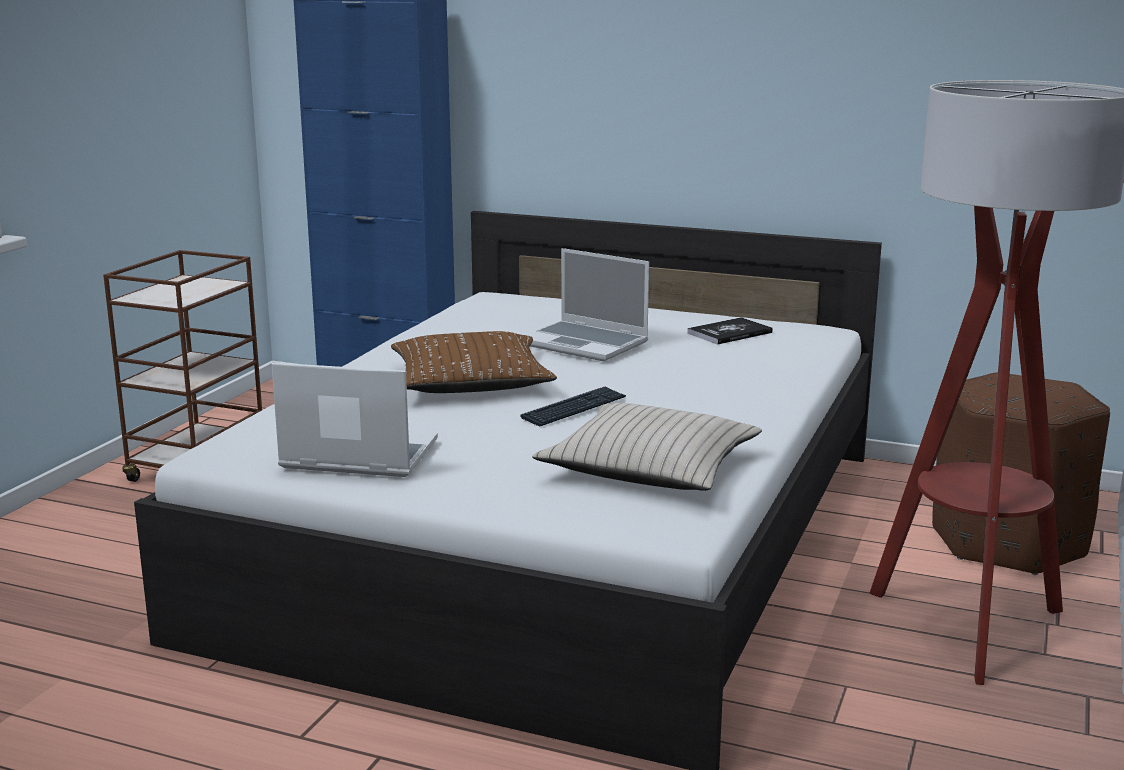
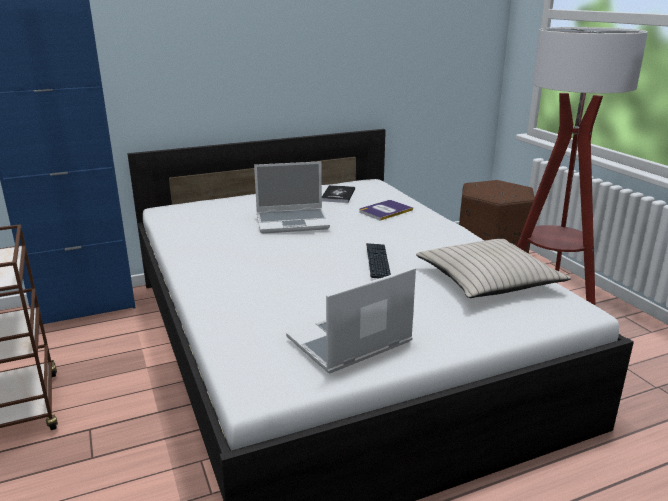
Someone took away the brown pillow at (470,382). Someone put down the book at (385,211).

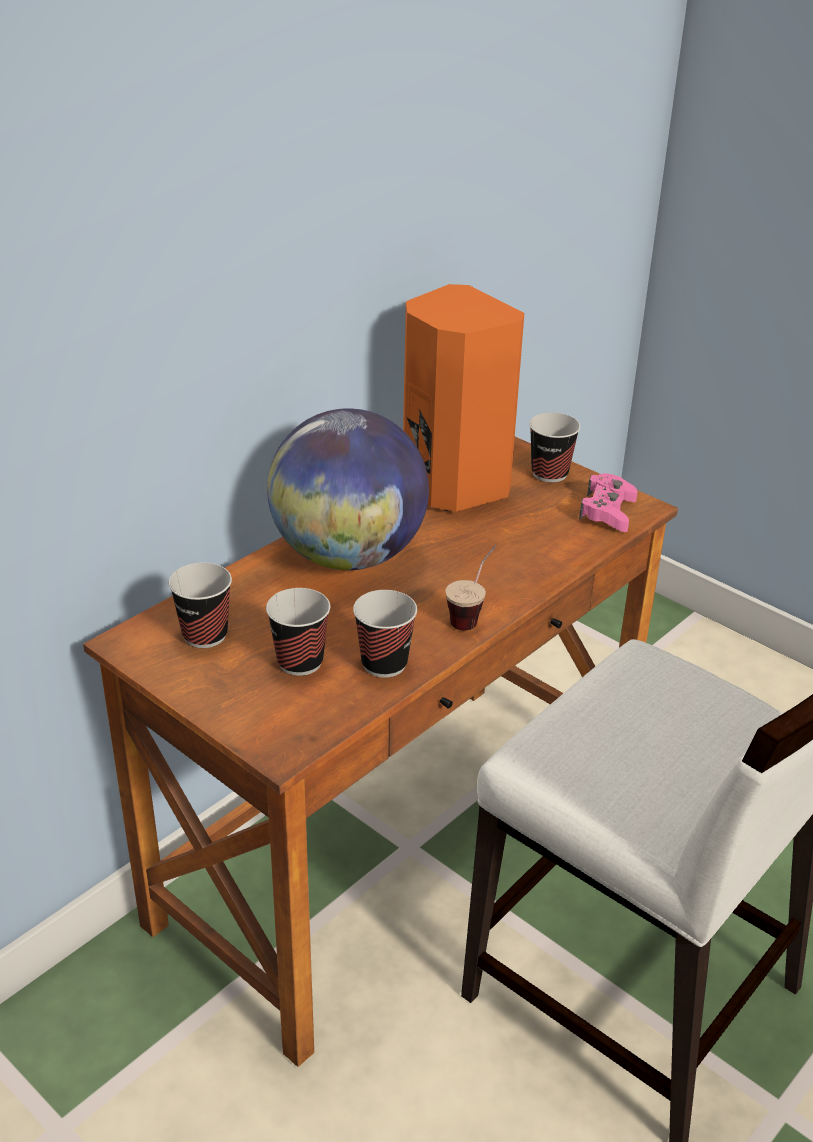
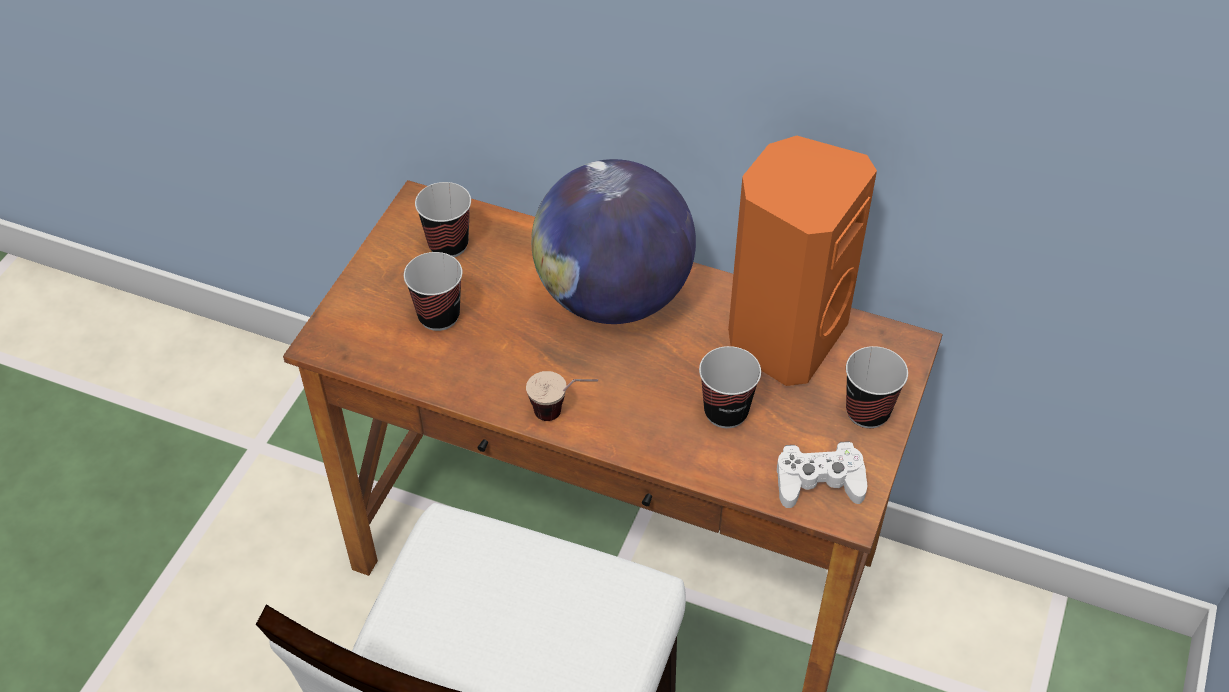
Someone carried the cup from (384,664) to (726,412). Someone repainted the pink game controller at (607,511), which became the white game controller at (818,481).

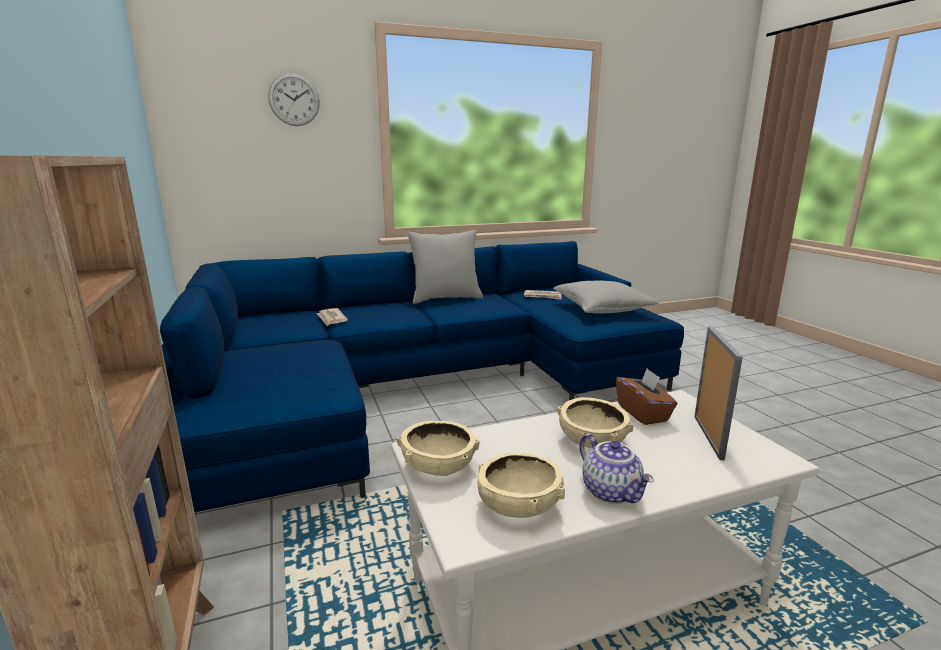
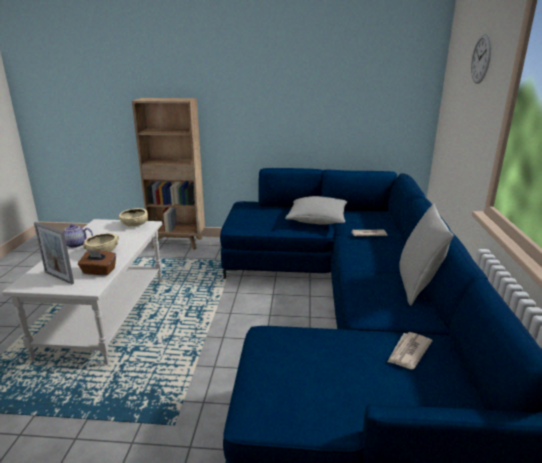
Someone took away the beige bowl at (519,506). Someone carried the grey pillow from (602,309) to (317,220).

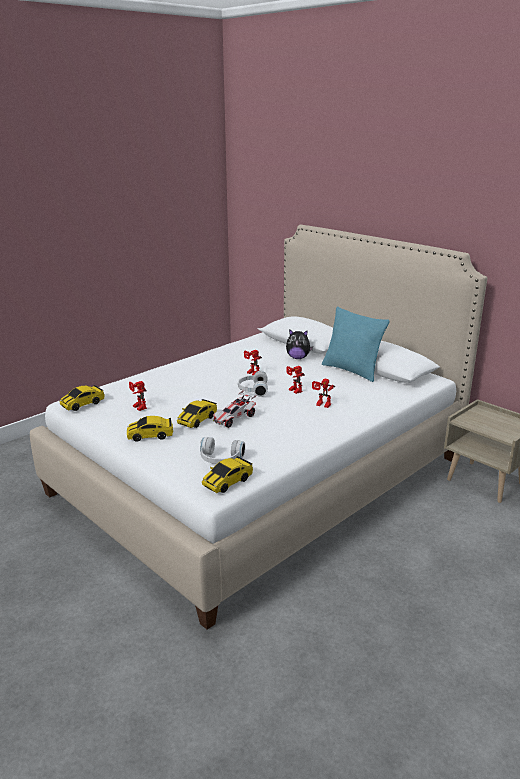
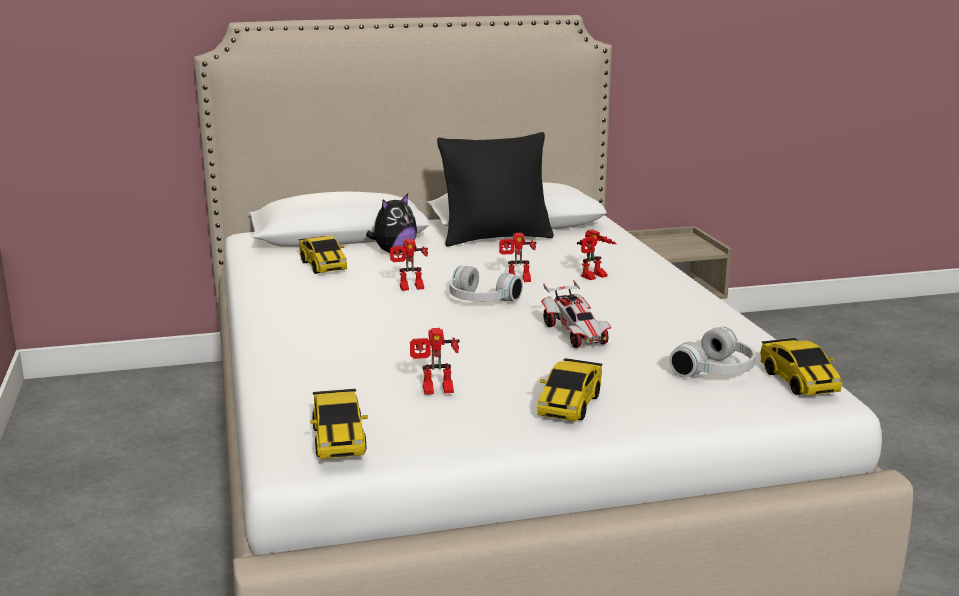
Someone carried the toy car from (197,420) to (323,265). Someone repainted the turquoise pillow at (352,371), which became the black pillow at (496,238).

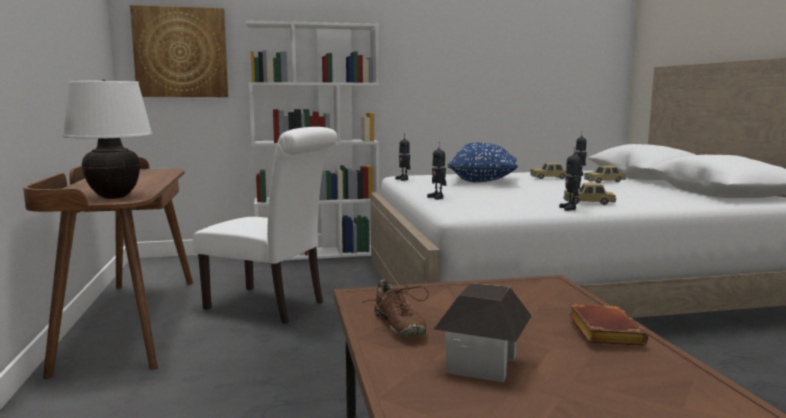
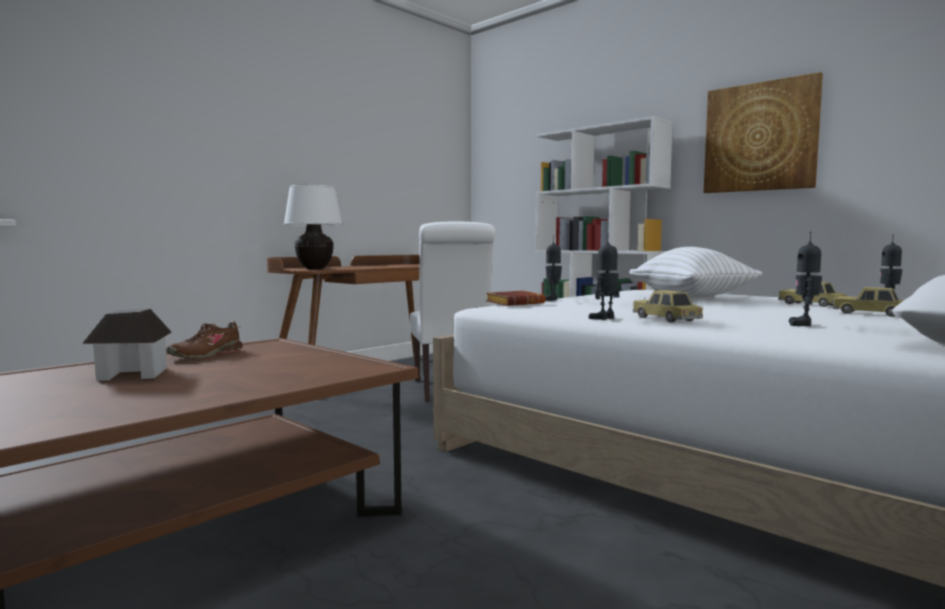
Someone carried the picture from (181,52) to (760,137). Someone carried the toy robot from (403,179) to (803,324). Someone repainted the blue pillow at (482,181), which became the white pillow at (692,298). Someone carried the brown book from (601,331) to (515,303).

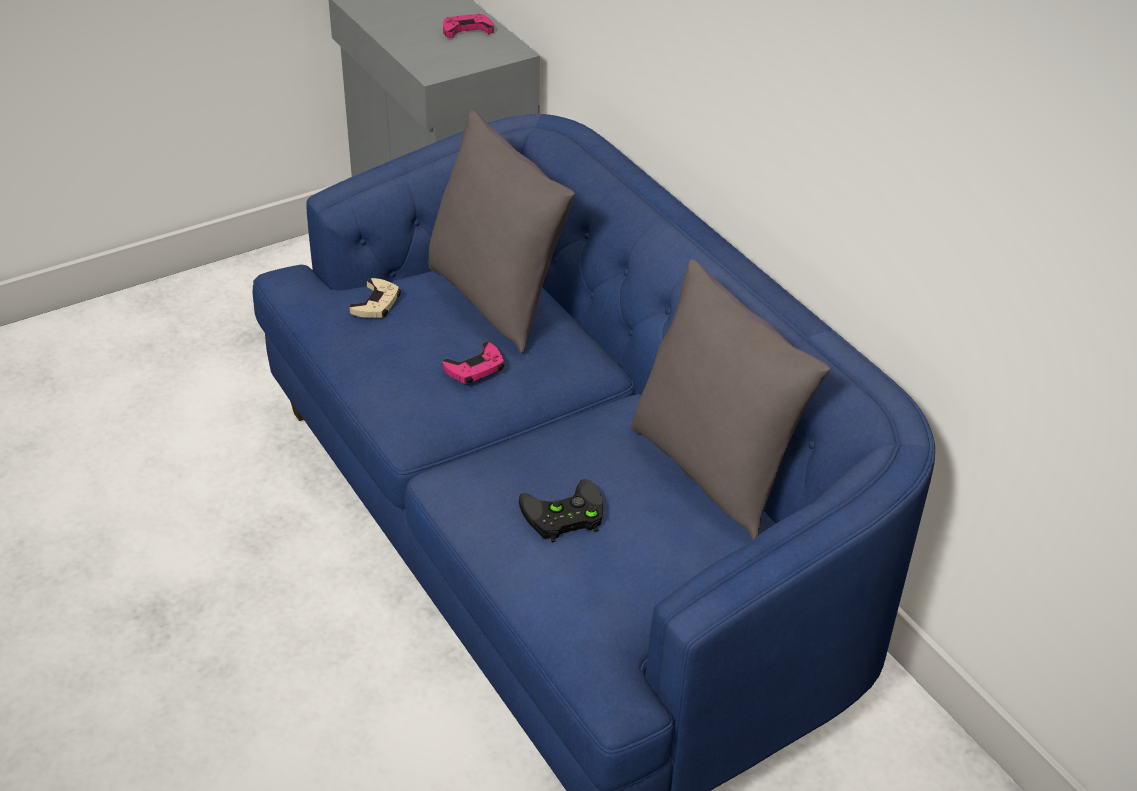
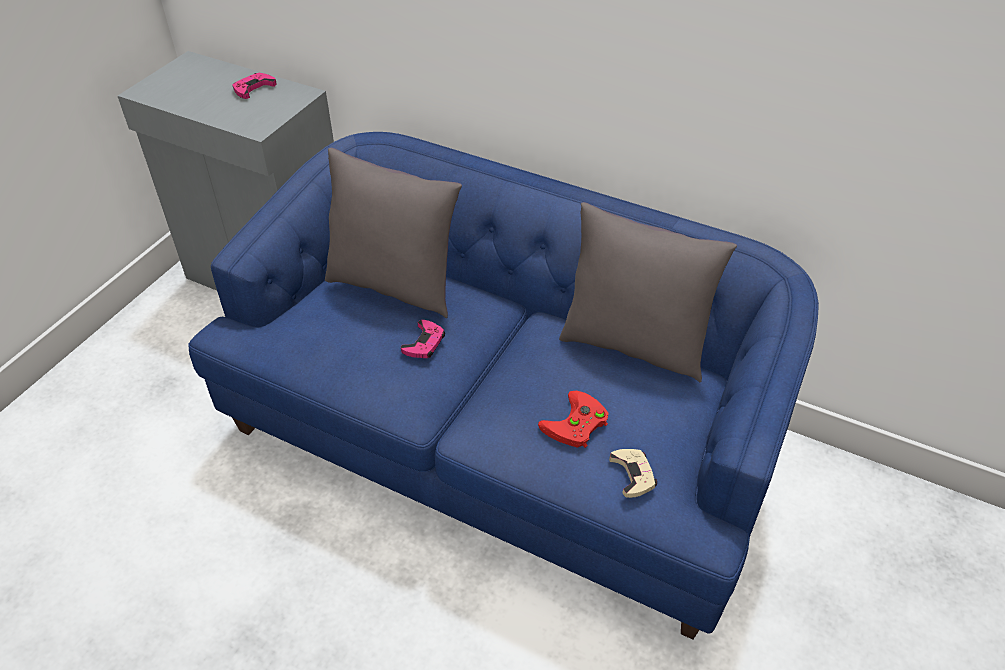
Someone carried the beige game controller from (376,303) to (633,474). Someone repainted the black game controller at (562,516), which became the red game controller at (576,425).

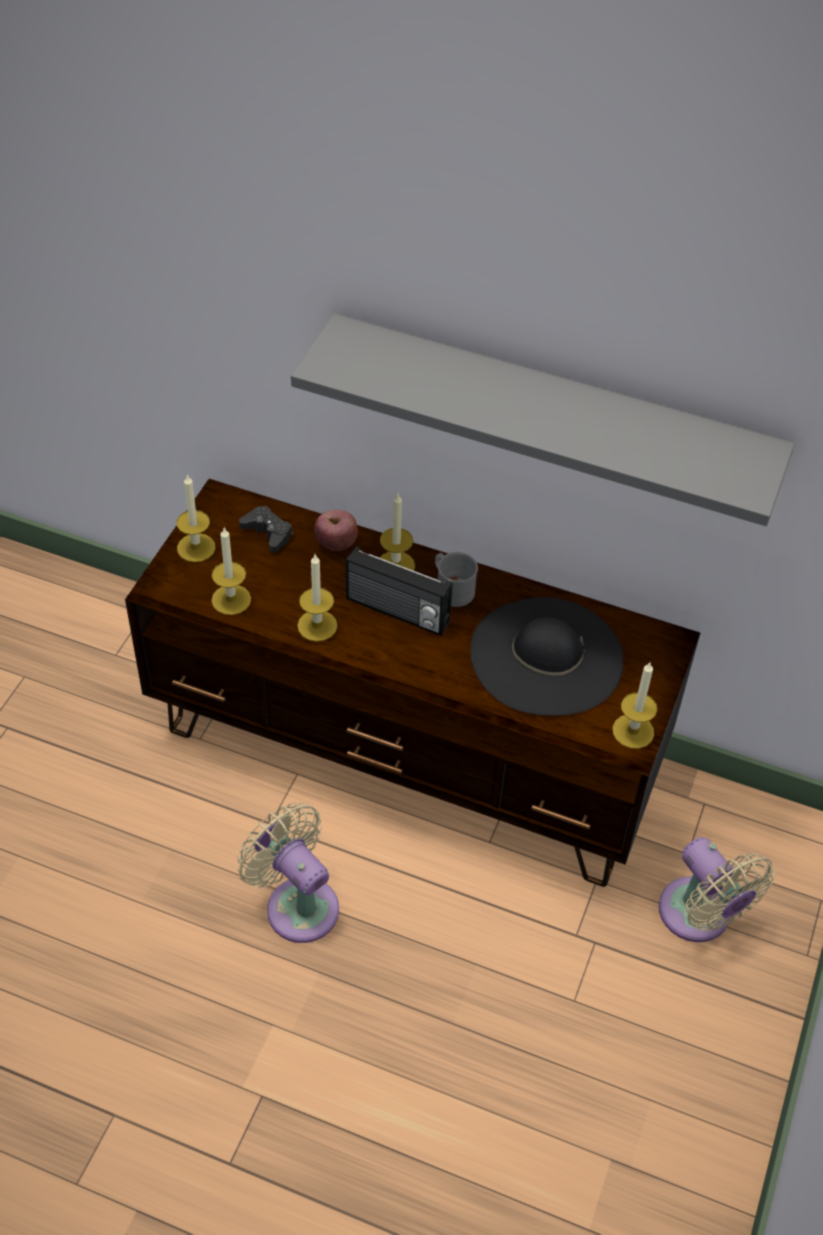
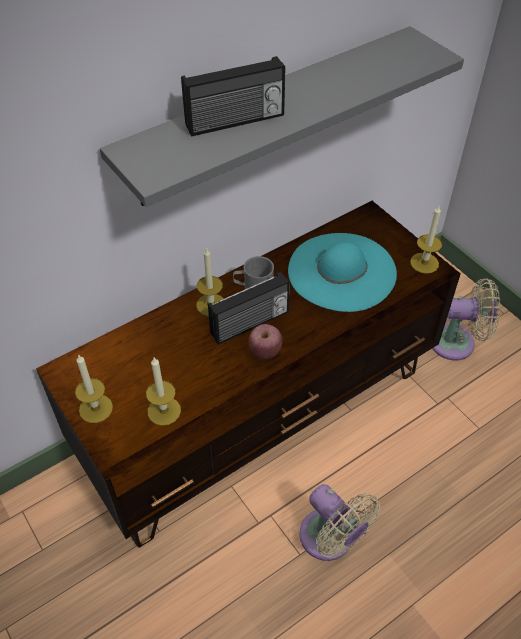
Someone rotated the beige fan at (297,904) by 120 degrees counterclockwise. Someone took away the black game controller at (268,533). Someone took away the candle at (317,625). Someone carried the apple from (336,543) to (265,351). Someone repainted the black hat at (546,656), which became the turquoise hat at (342,271). Someone put down the radio at (235,121).

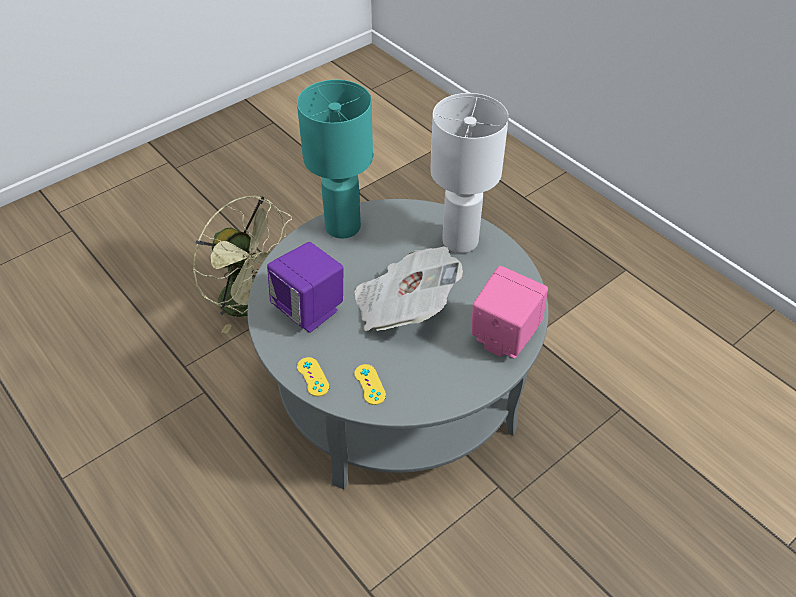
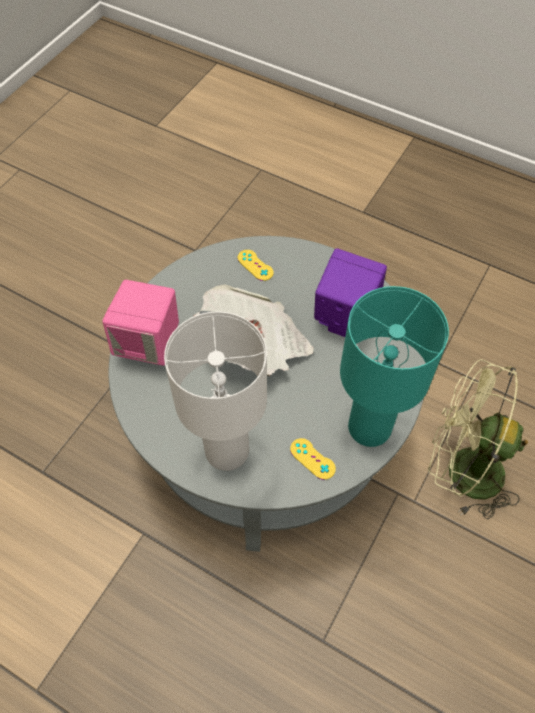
Someone carried the yellow game controller from (313,377) to (312,459).

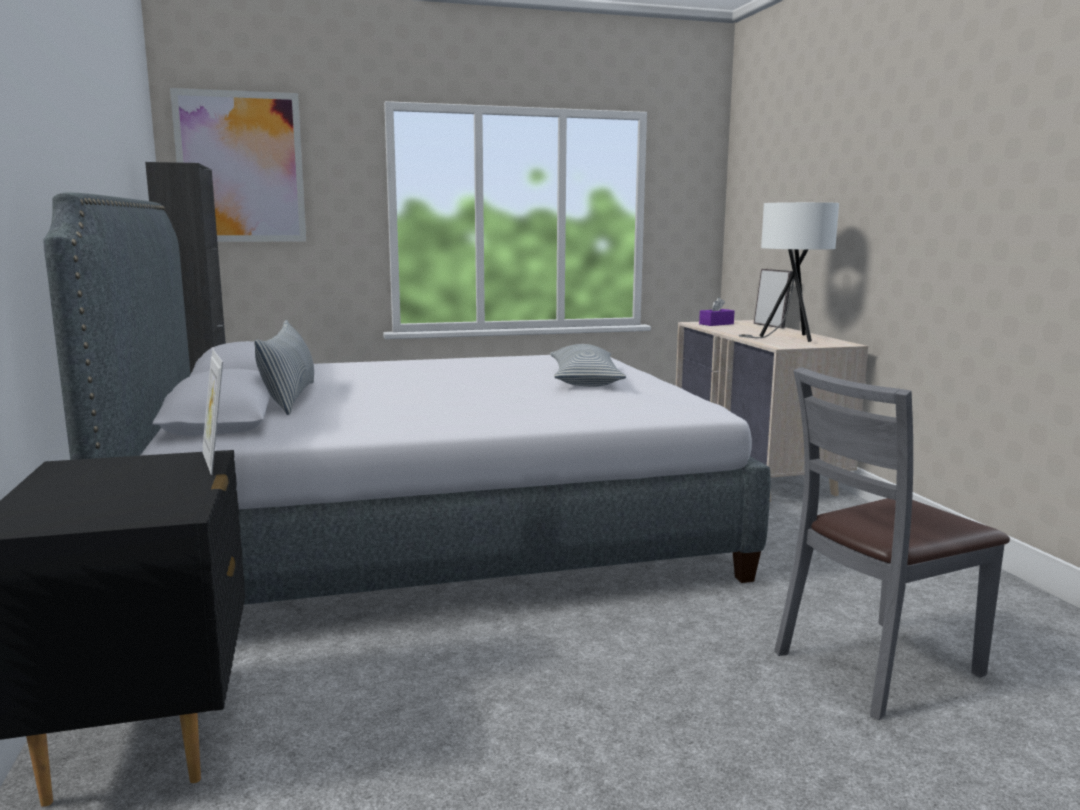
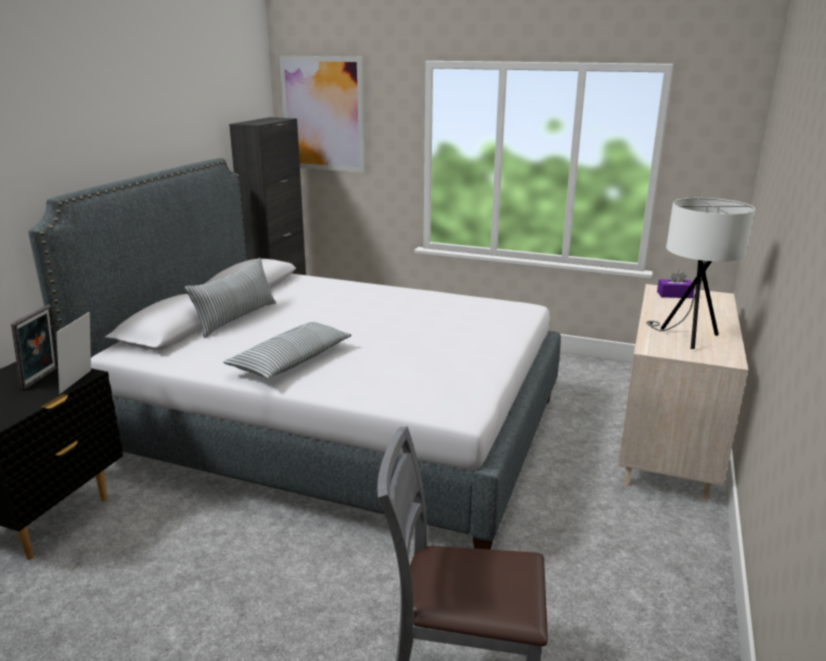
Someone carried the pillow from (584,380) to (291,361). Someone carried the picture frame from (770,326) to (43,378).

